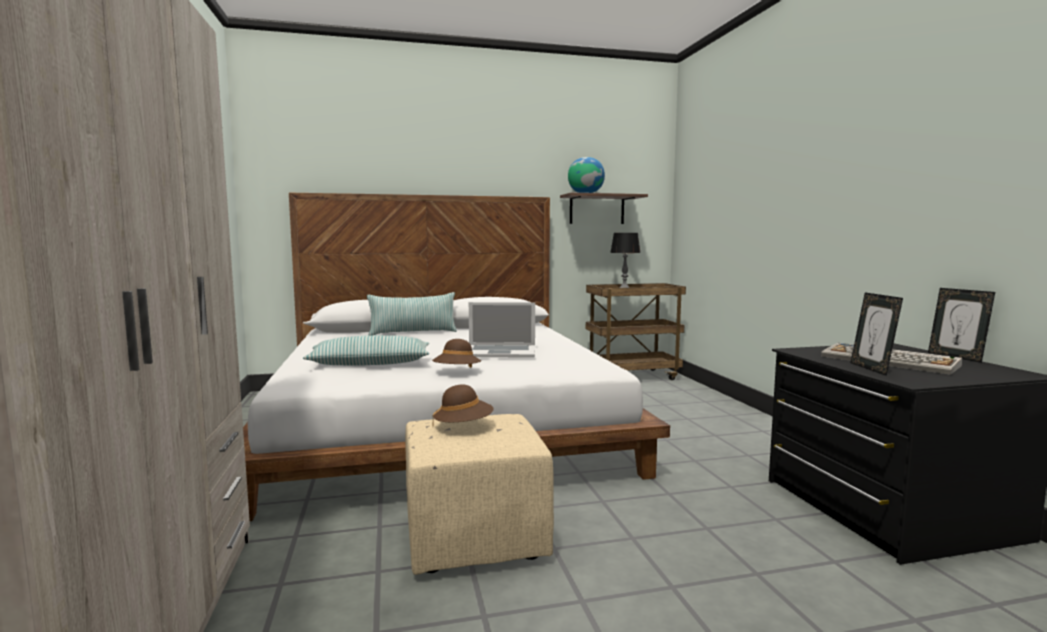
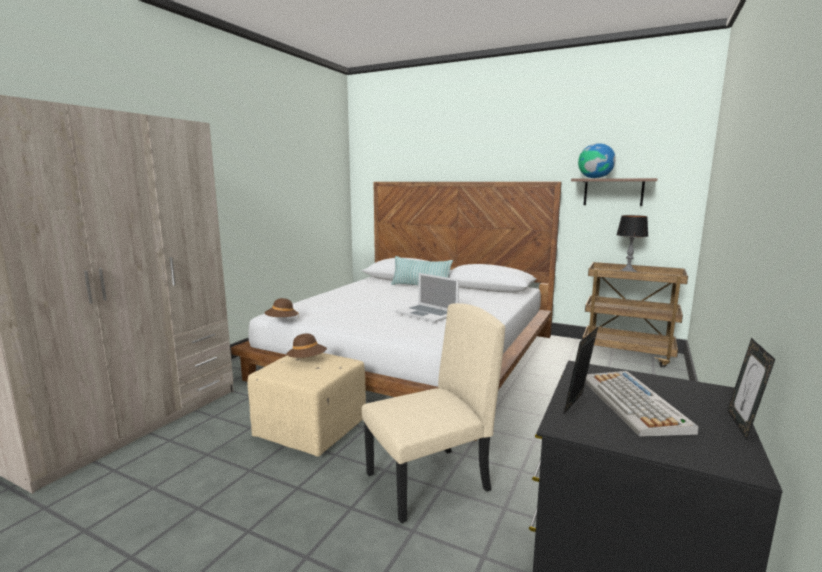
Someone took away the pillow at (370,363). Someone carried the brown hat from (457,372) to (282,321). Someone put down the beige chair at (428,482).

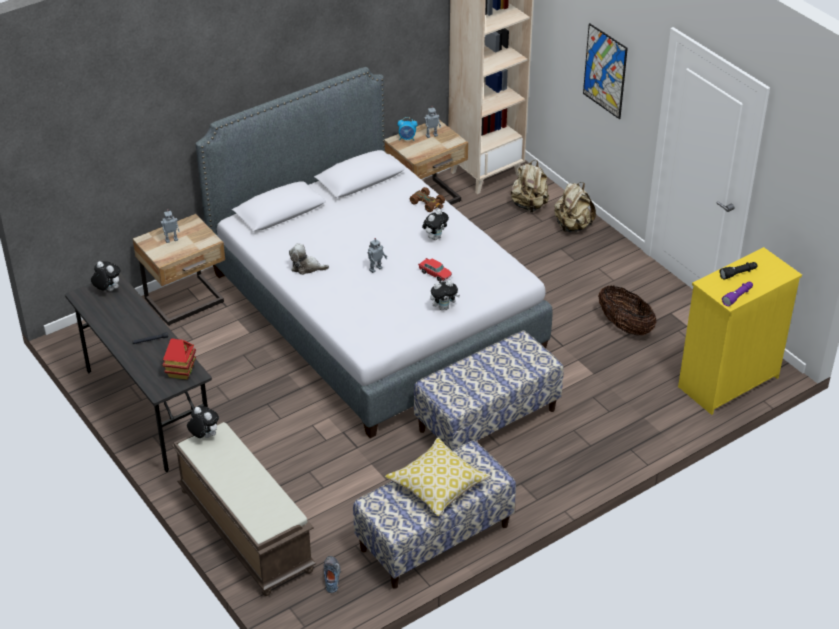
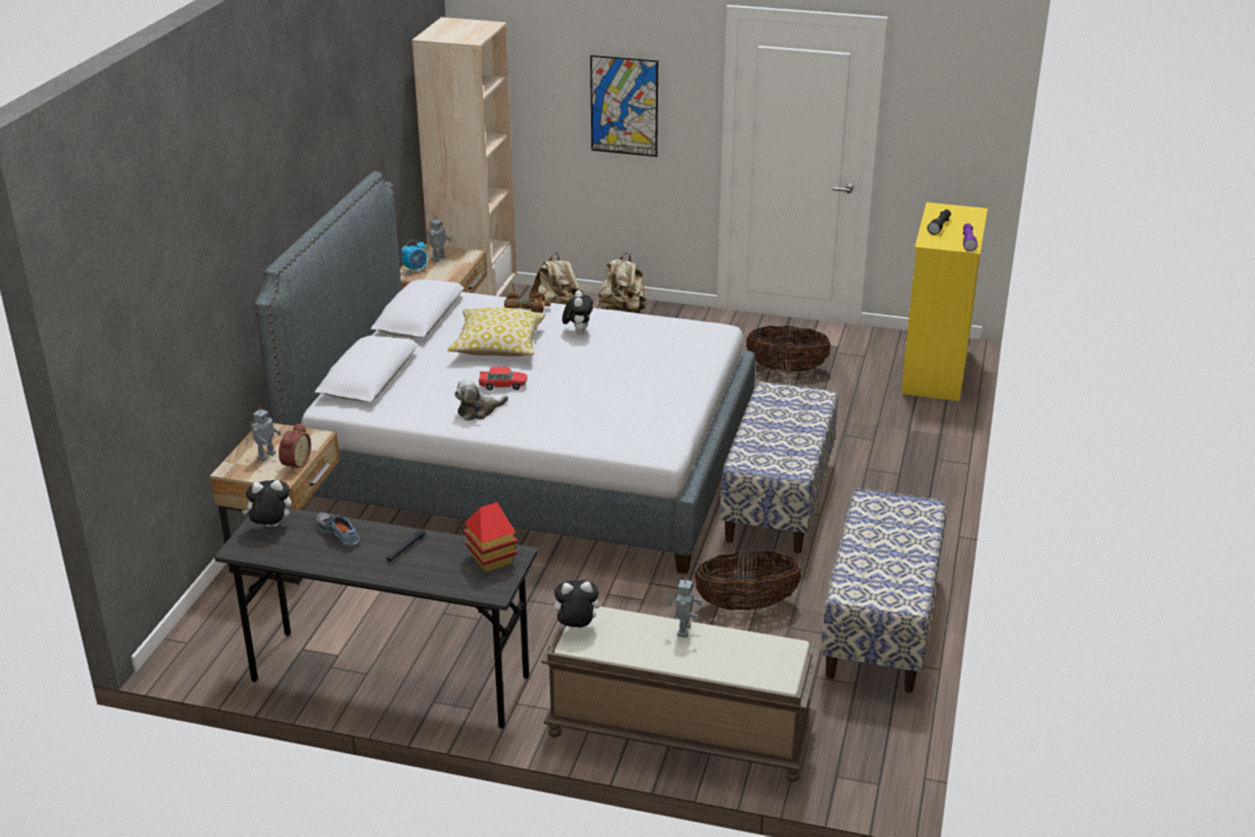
Someone carried the shoe from (332,576) to (339,533). Someone carried the toy robot from (375,269) to (682,630). Someone carried the pillow from (437,485) to (498,345). Someone carried the toy car from (435,274) to (503,385). Someone took away the plush toy at (444,307). Someone put down the alarm clock at (294,463). Someone put down the basket at (746,605).

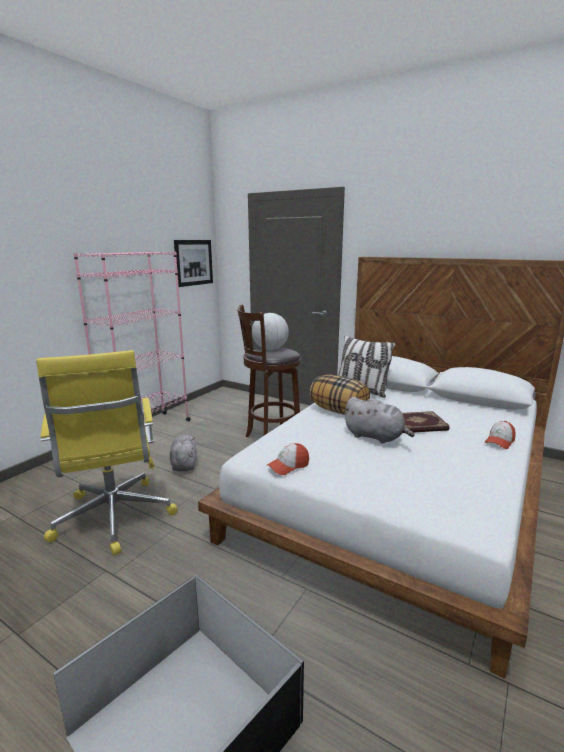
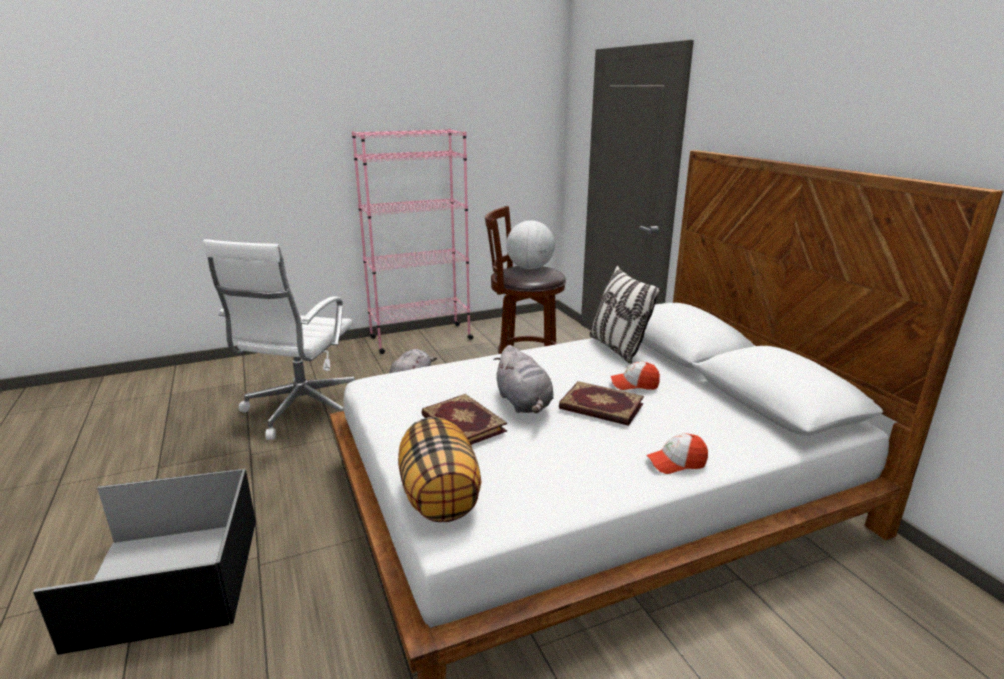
Someone repainted the yellow office chair at (114,519), which became the white office chair at (301,411). Someone took away the picture at (194,262). Someone carried the cap from (288,466) to (634,384). Someone carried the pillow from (339,411) to (440,496). Someone put down the book at (462,424).

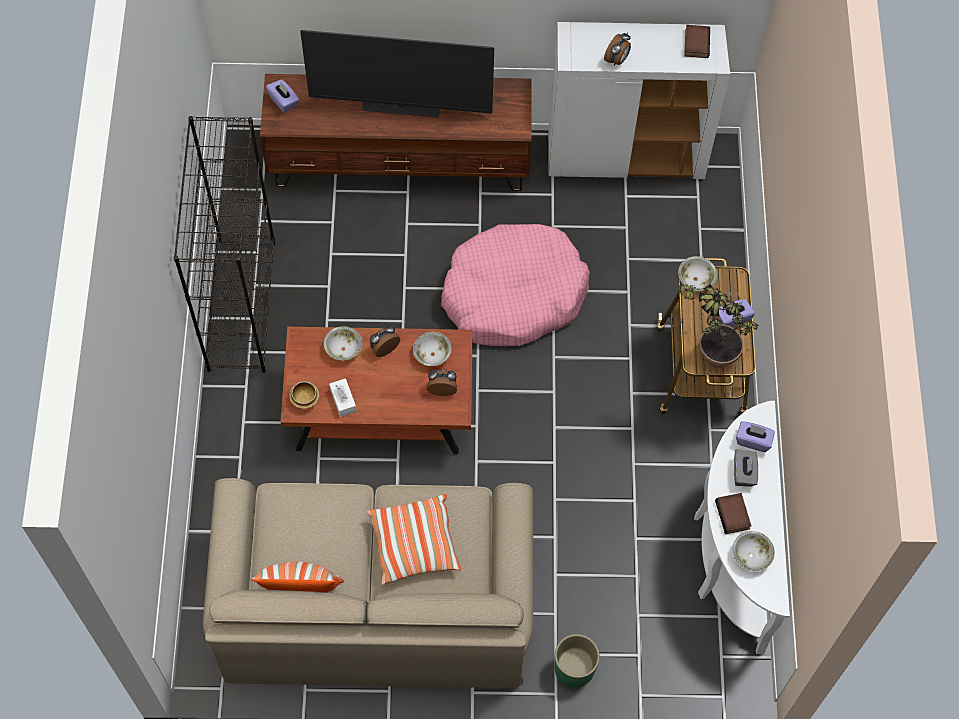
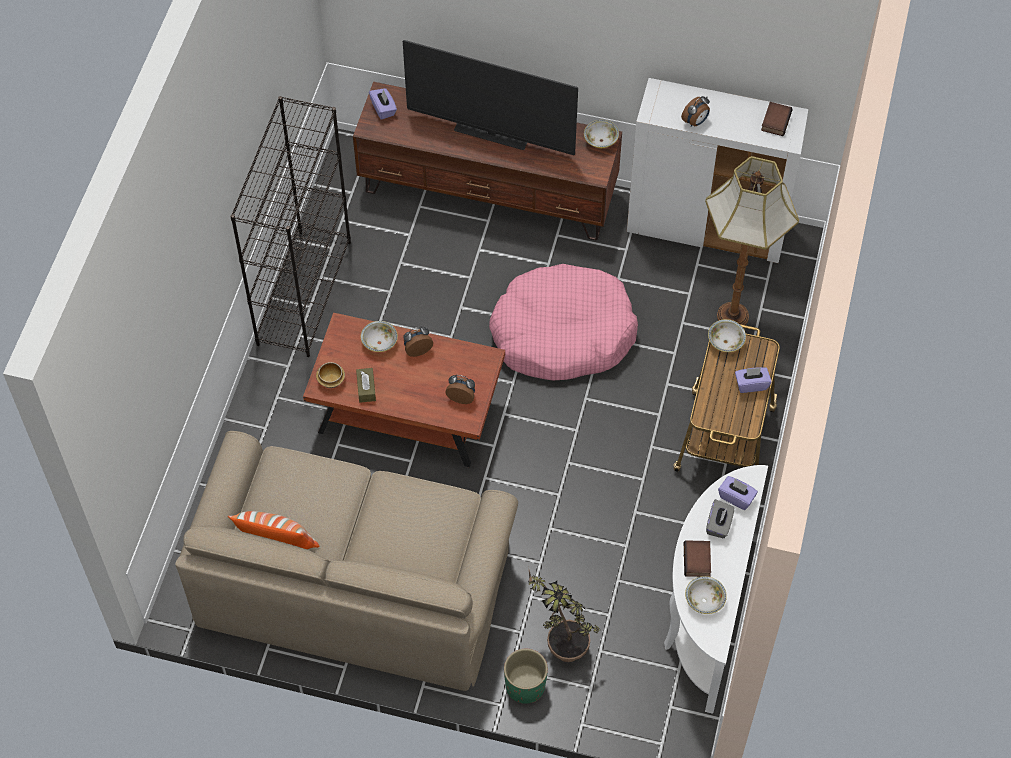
Someone repainted the white tissue box at (343,400), which became the brown tissue box at (366,388). Someone took away the pillow at (414,545). Someone carried the bowl from (432,354) to (601,140). Someone carried the potted plant from (708,351) to (561,644). Someone put down the floor lamp at (734,315).

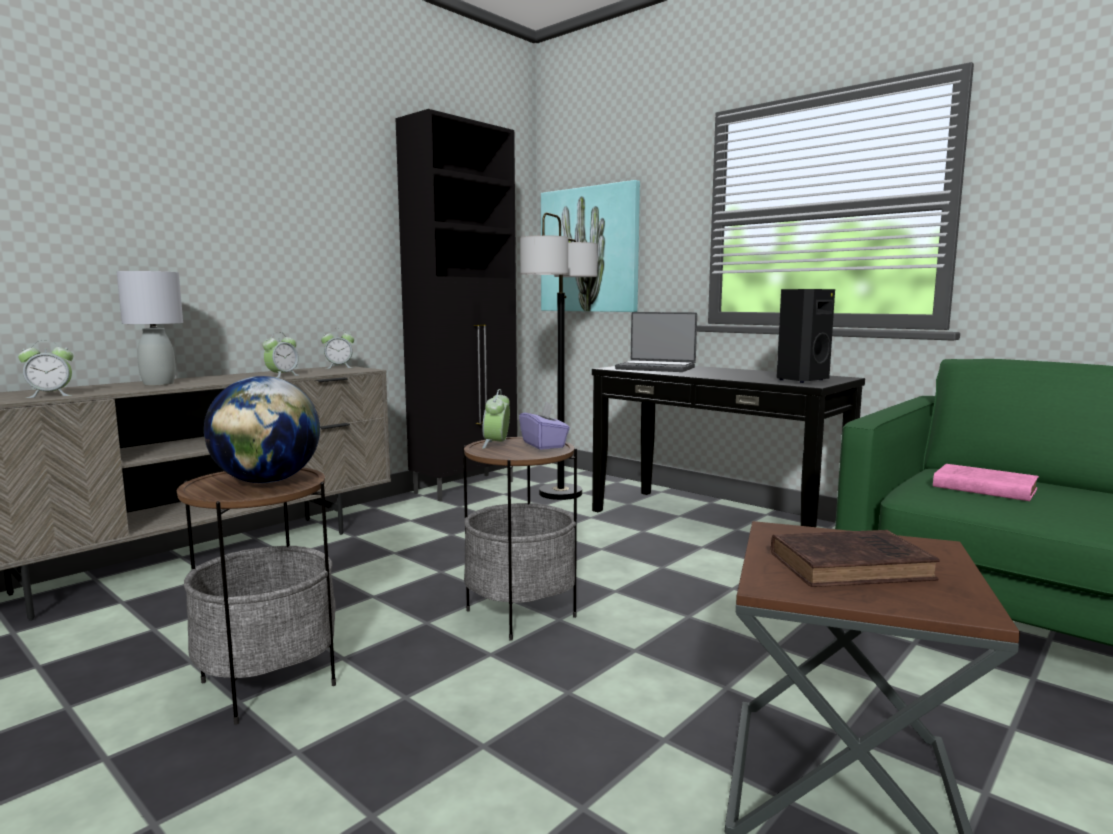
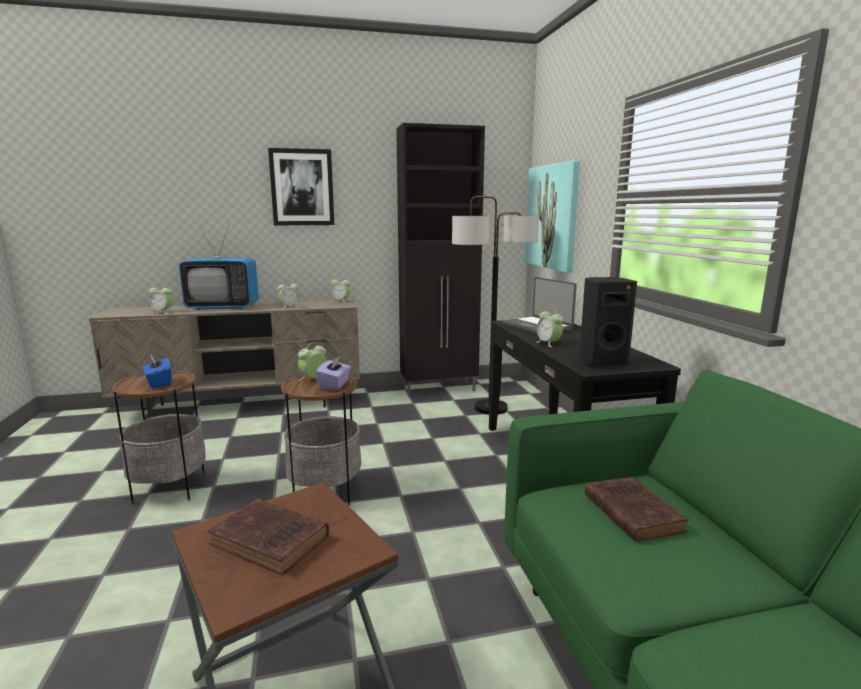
Someone swapped the grey table lamp at (159,384) for the television at (223,307). Someone swapped the globe at (267,481) for the blue tissue box at (158,382). Someone repainted the pink book at (981,488), which became the brown book at (631,511). Someone put up the picture at (302,187). Someone put down the alarm clock at (548,343).

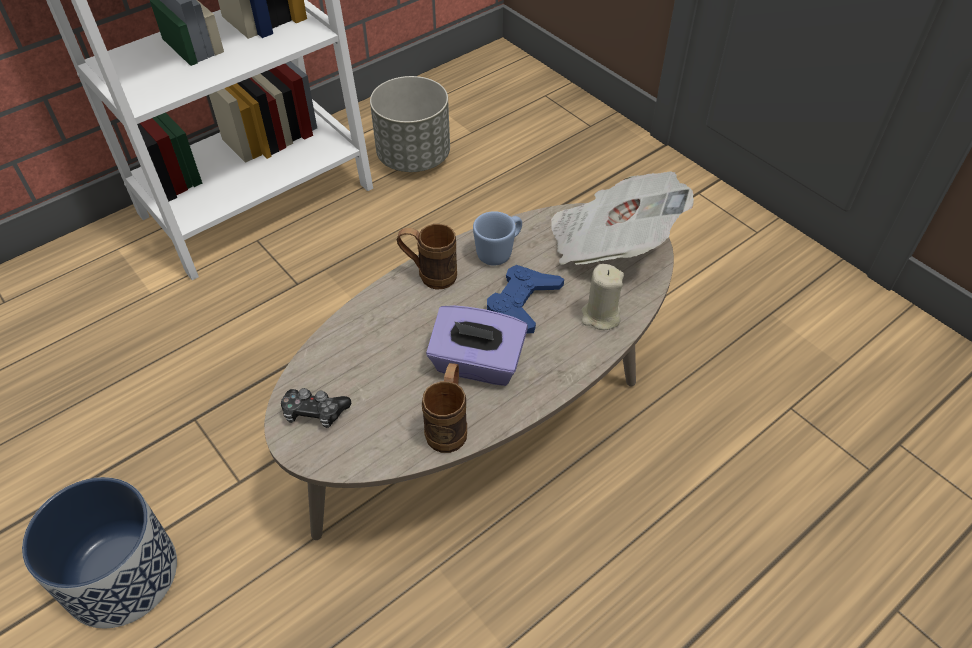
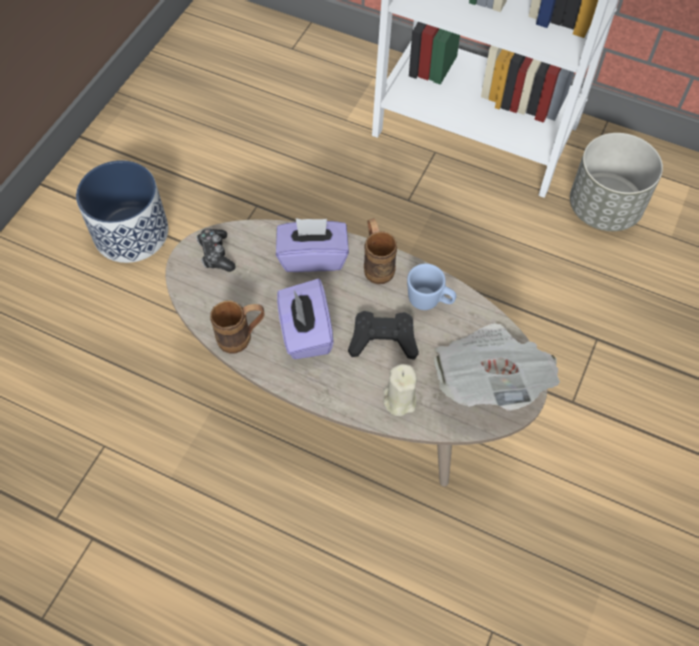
Someone repainted the blue game controller at (522,303), which became the black game controller at (383,339). Someone put down the purple tissue box at (313,257).

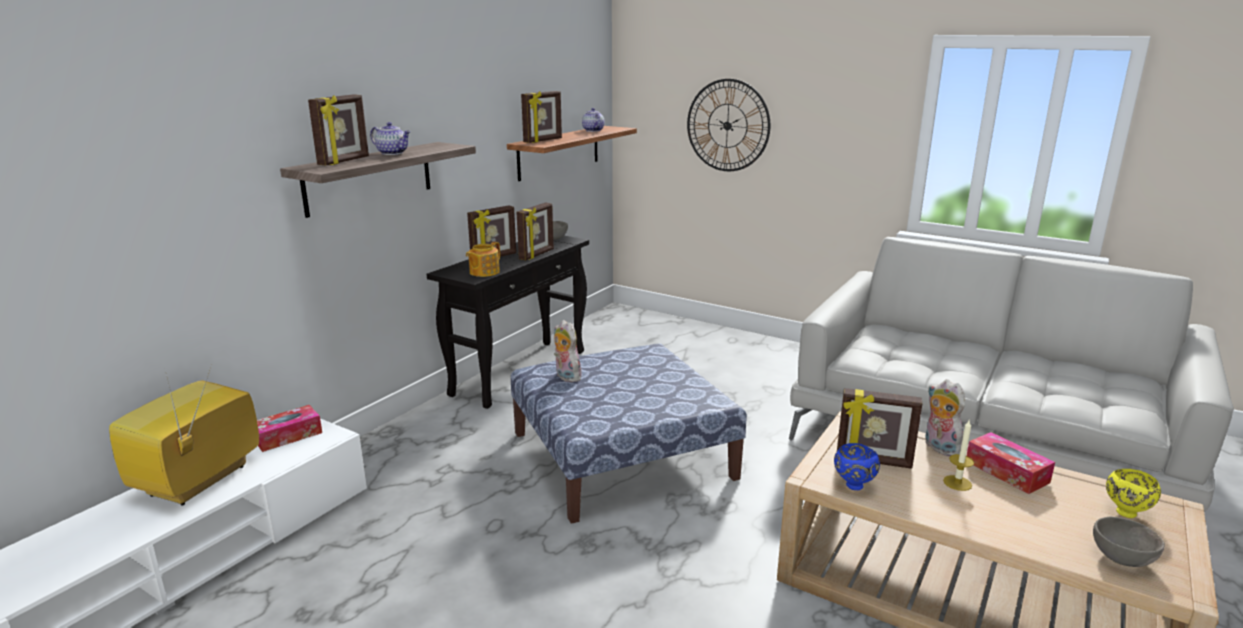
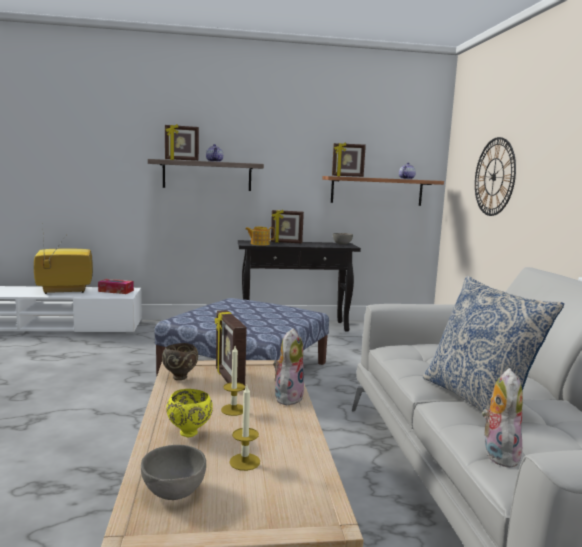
Someone took away the picture frame at (537,255). Someone carried the plush toy from (566,376) to (498,454). Someone repainted the blue bowl at (853,485), which became the brown bowl at (180,377). Someone took away the tissue box at (1006,471). Someone carried the yellow bowl from (1126,512) to (190,433). Someone put down the candle at (244,462). Someone put down the pillow at (478,400).

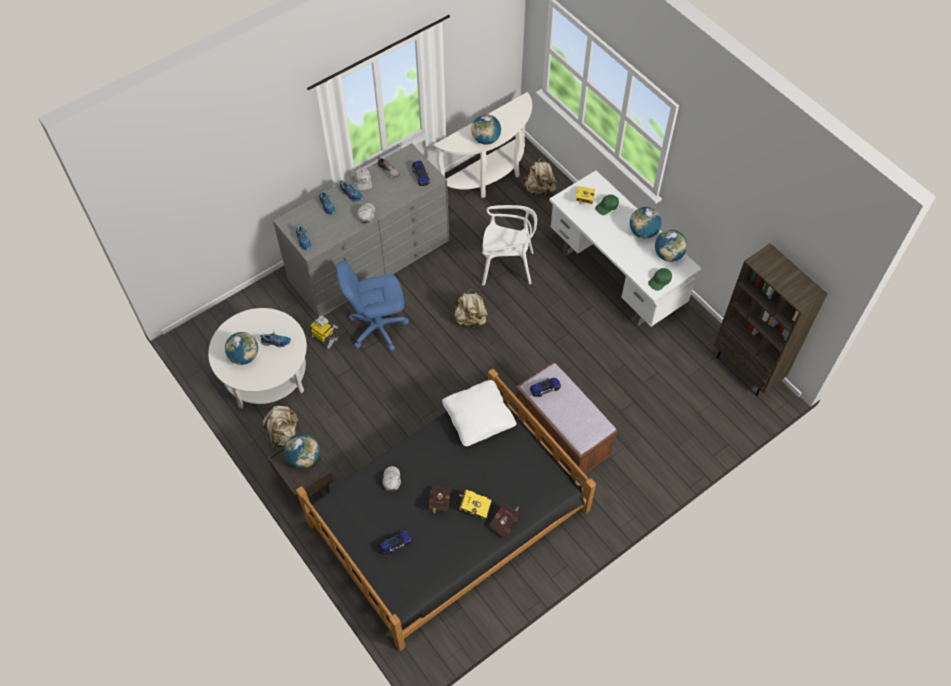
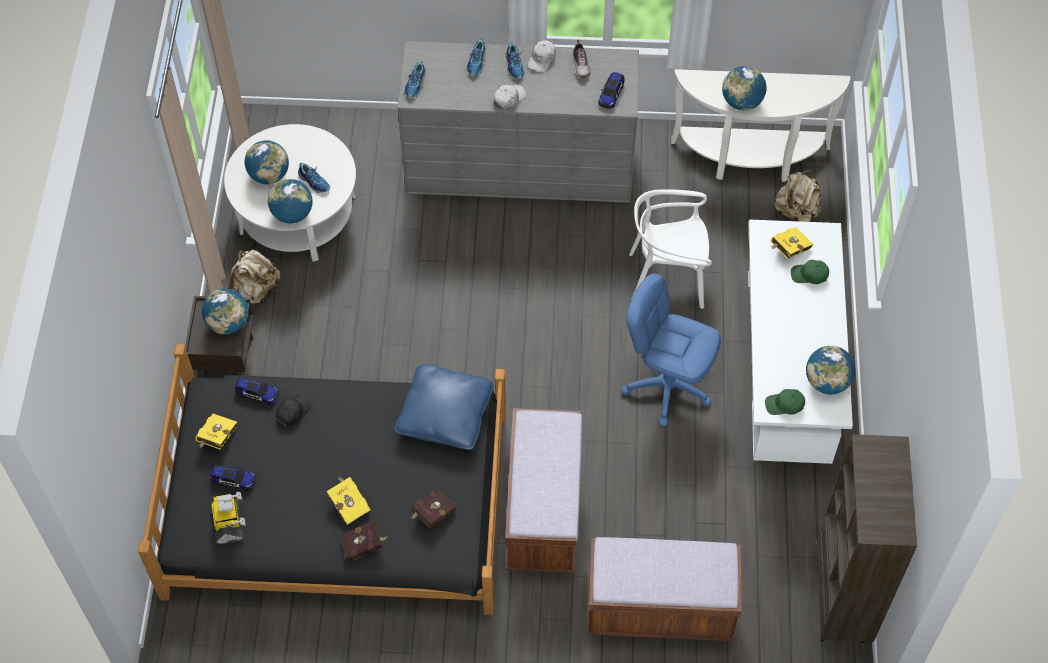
Someone carried the toy robot from (324,337) to (229,523). Someone carried the blue office chair from (377,328) to (667,386). Someone repainted the white cap at (391,480), which became the black cap at (293,412). Someone carried the red book from (439,503) to (432,514). Someone repainted the white pillow at (479,418), which became the blue pillow at (445,415). Someone took away the beige backpack at (470,319). Someone rotated the white chair at (507,266) by 135 degrees clockwise. Someone carried the toy car from (545,389) to (257,394). Someone carried the globe from (643,232) to (292,214). Someone put down the yellow book at (216,438). Someone put down the brown bench at (659,609).

